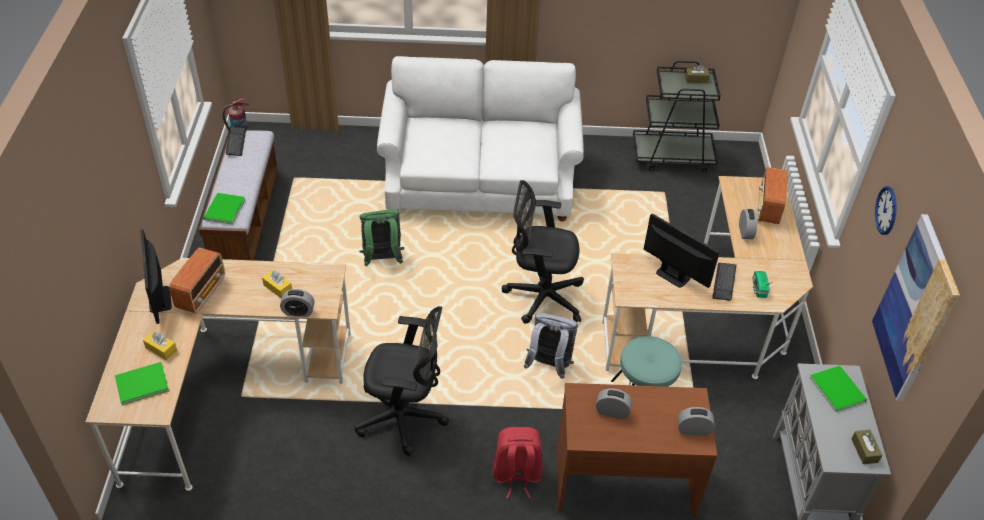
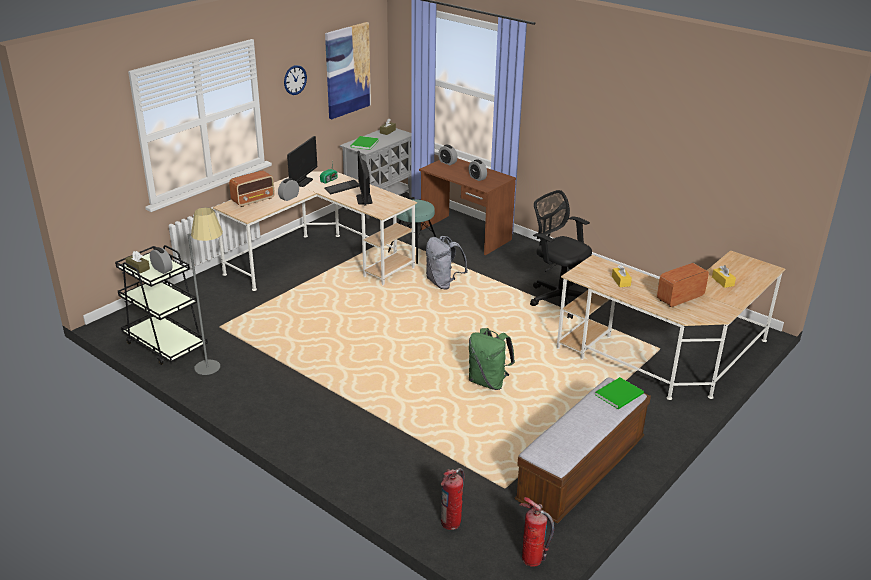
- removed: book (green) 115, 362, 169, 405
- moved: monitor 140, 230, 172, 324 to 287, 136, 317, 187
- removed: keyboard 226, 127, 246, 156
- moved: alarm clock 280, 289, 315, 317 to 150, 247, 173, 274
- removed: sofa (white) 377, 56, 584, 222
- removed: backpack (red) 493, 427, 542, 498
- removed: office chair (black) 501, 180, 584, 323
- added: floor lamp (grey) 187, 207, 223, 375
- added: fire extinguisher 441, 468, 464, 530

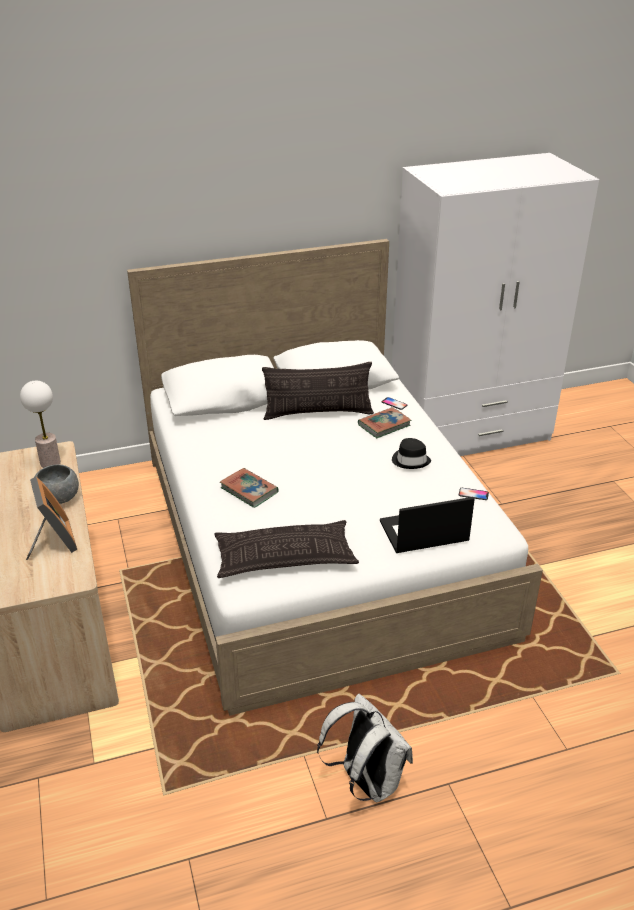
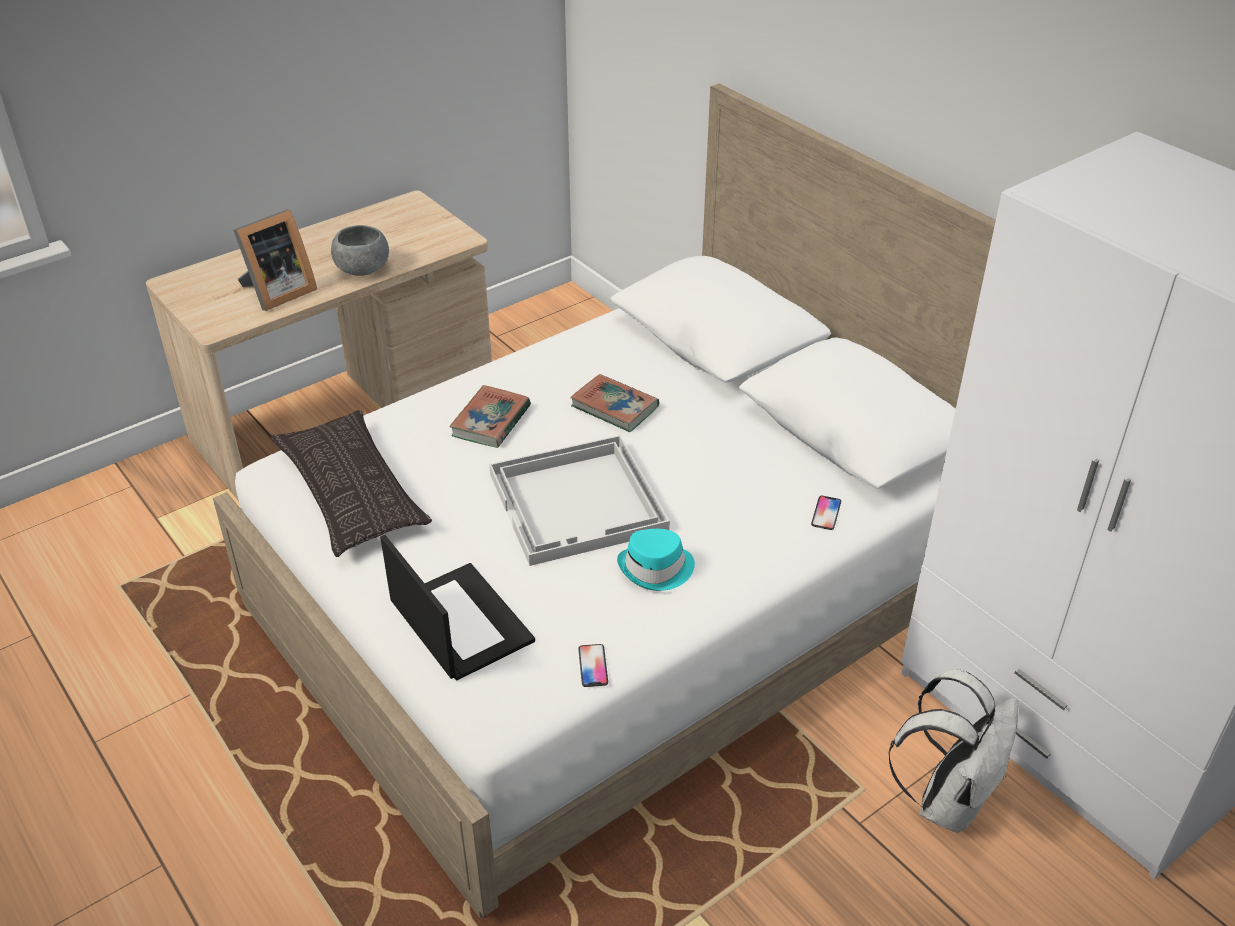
- removed: table lamp 20, 381, 61, 468
- removed: pillow 262, 362, 374, 420
- moved: backpack (white) 317, 694, 413, 803 to 888, 669, 1018, 833
- moved: book 358, 407, 411, 438 to 570, 374, 659, 432
- recoloured: hat (black) 392, 438, 431, 469 to hat (turquoise) 617, 529, 695, 591
- added: tray (white) 489, 435, 670, 566

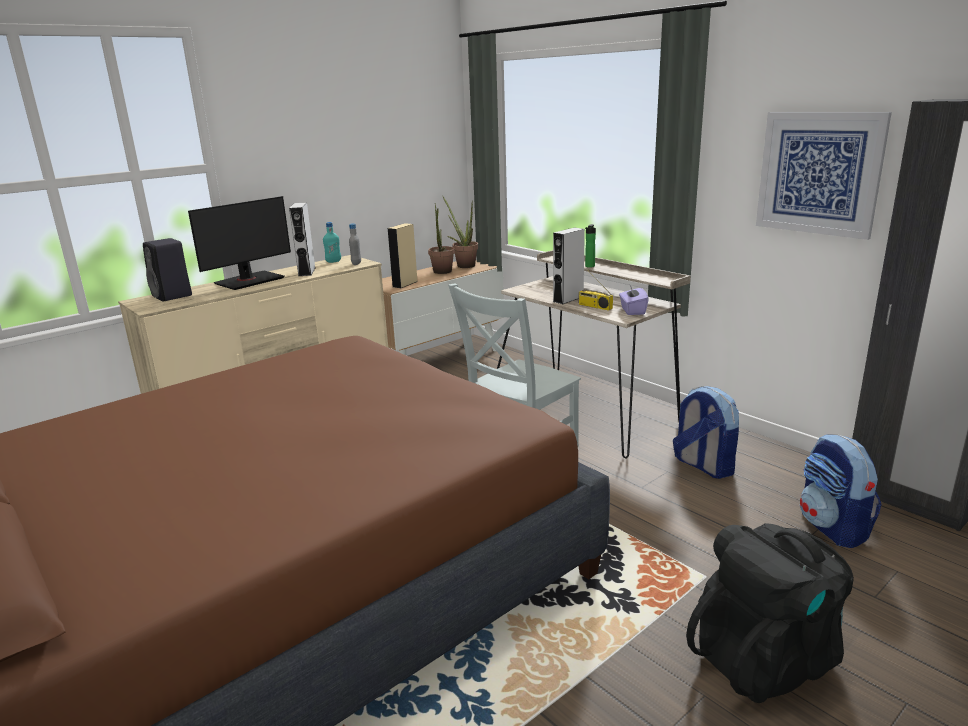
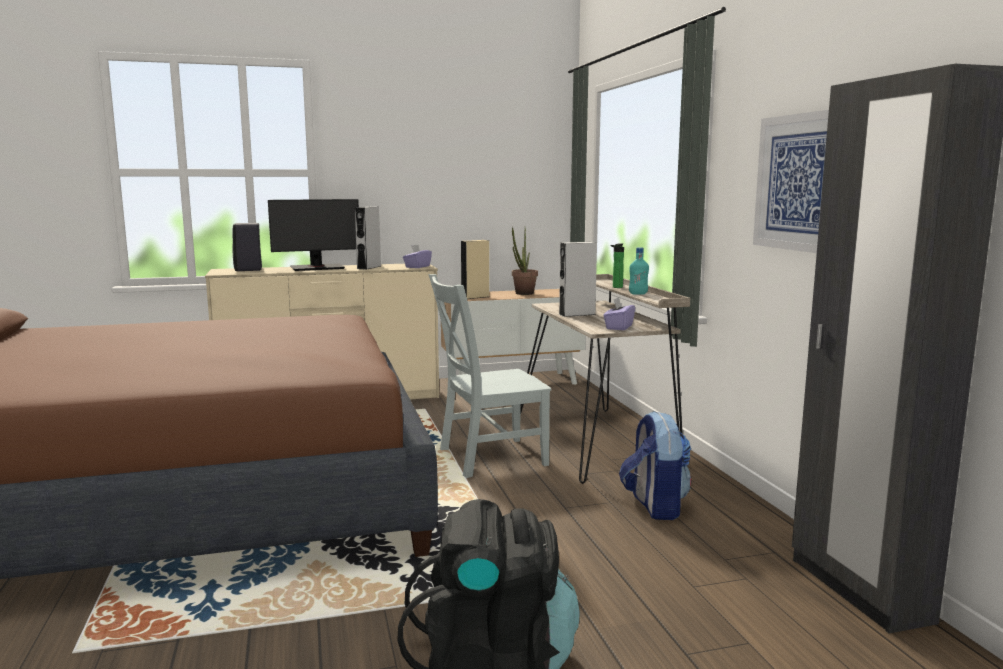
- moved: bottle (turquoise) 323, 222, 341, 263 to 629, 247, 649, 295
- replaced: bottle (grey) 349, 223, 361, 265 to tissue box (purple) 403, 245, 432, 268
- removed: potted plant 443, 197, 478, 268
- removed: radio 578, 270, 613, 311
- removed: backpack 800, 434, 881, 548

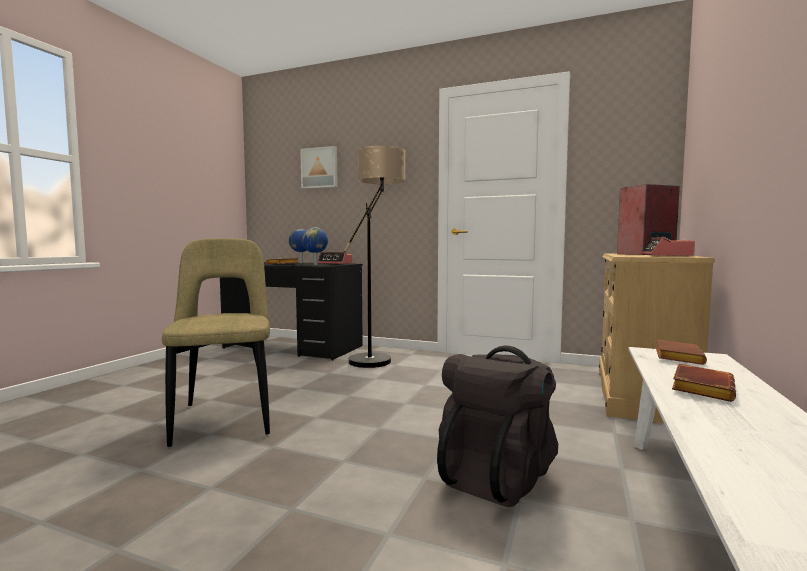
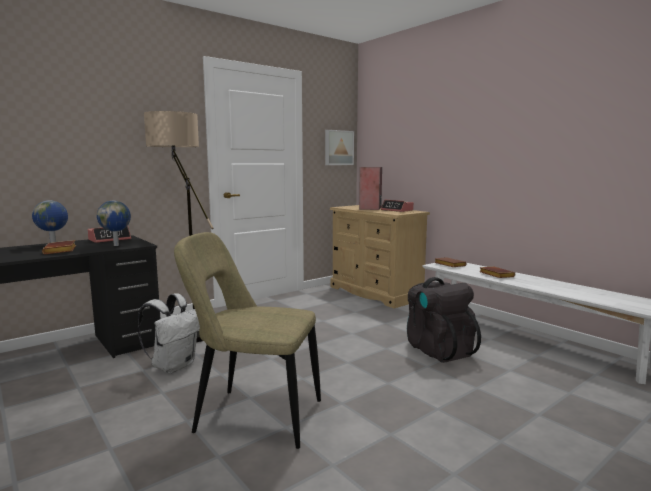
- moved: picture 300, 146, 338, 189 to 325, 130, 354, 165
- added: backpack (white) 138, 293, 200, 373

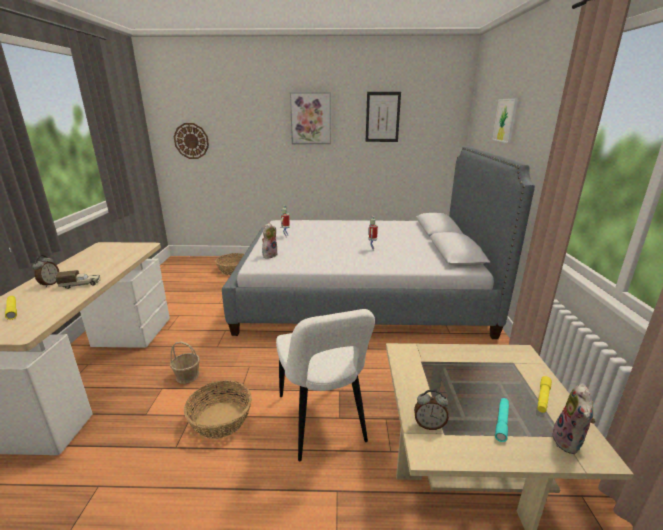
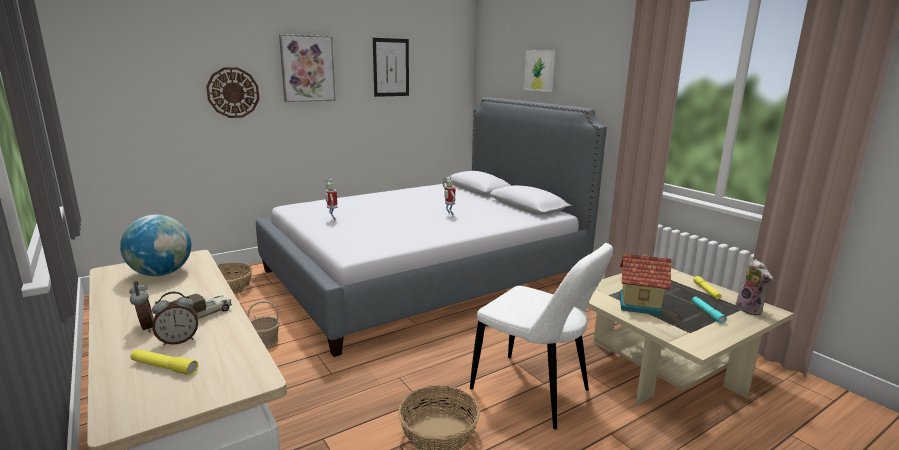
- moved: basket 170, 341, 200, 384 to 248, 301, 280, 348
- moved: wall clock 174, 123, 209, 159 to 206, 67, 259, 118
- removed: plush toy 262, 223, 277, 259
- moved: alarm clock 414, 389, 449, 430 to 152, 291, 198, 345
- added: globe 120, 214, 191, 276
- added: toy house 620, 254, 671, 316

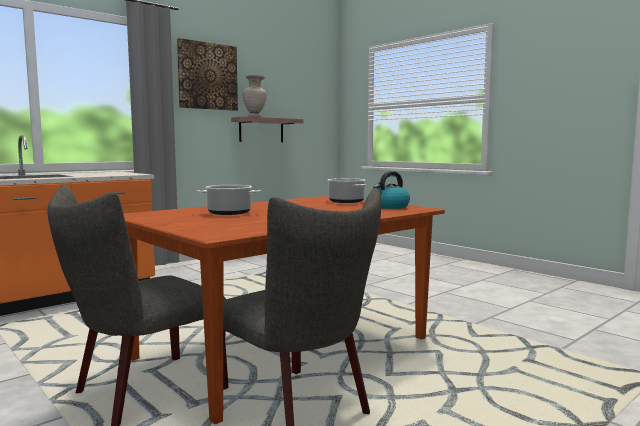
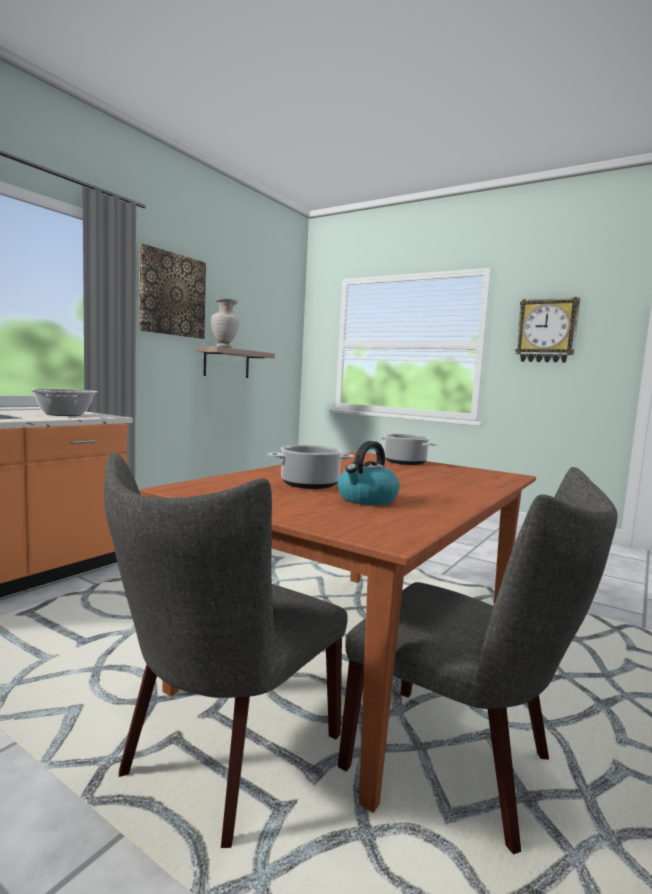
- moved: kettle 373, 171, 410, 209 to 338, 441, 400, 505
- added: cooking pot 29, 389, 97, 416
- added: wall clock 515, 297, 580, 363

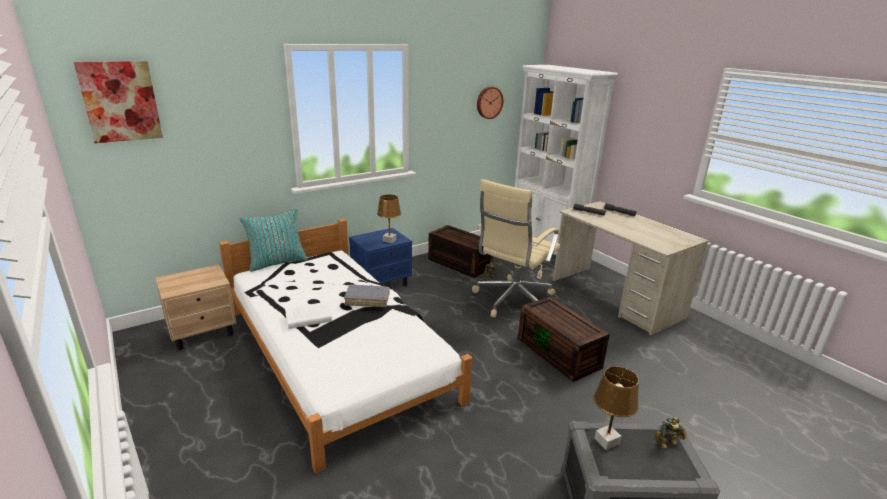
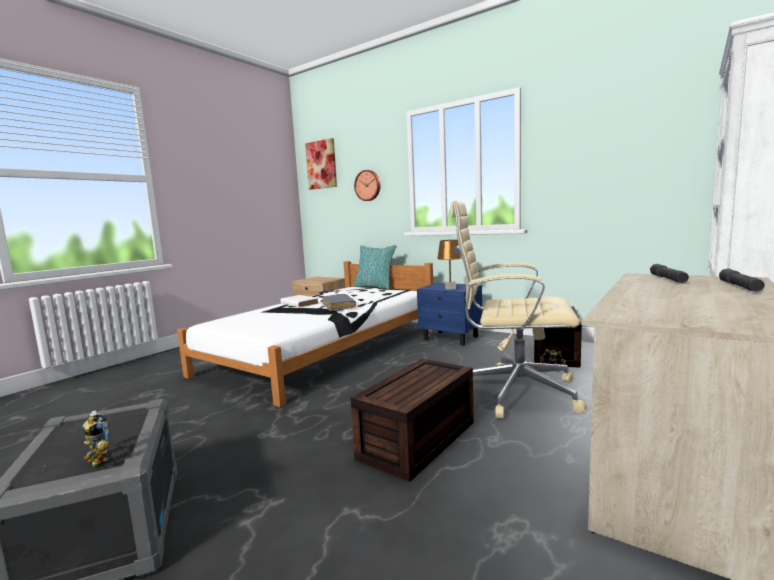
- moved: wall clock 477, 87, 503, 119 to 354, 170, 380, 201
- removed: table lamp (brown) 594, 366, 639, 450

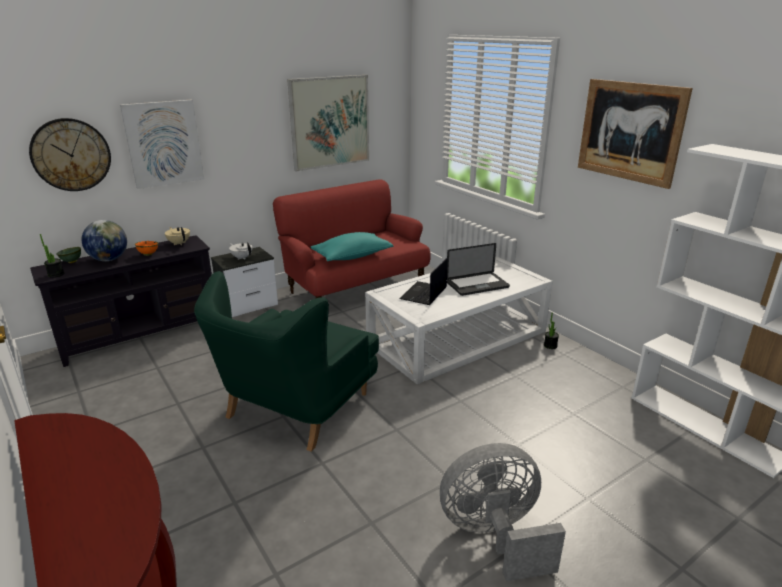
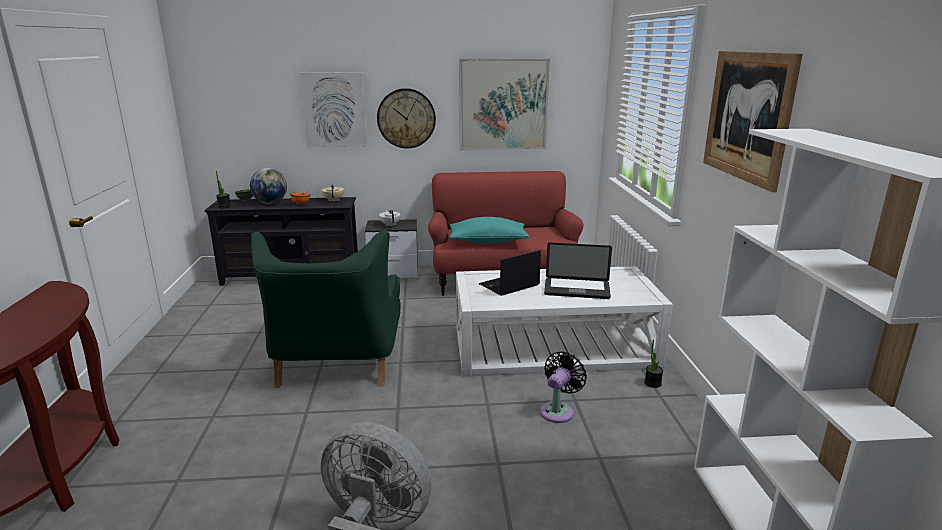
- moved: wall clock 29, 118, 111, 191 to 377, 88, 436, 149
- turned: armchair (green) 194, 271, 379, 452 = 251, 230, 401, 388 60 degrees counterclockwise
- added: fan (black) 540, 351, 587, 423

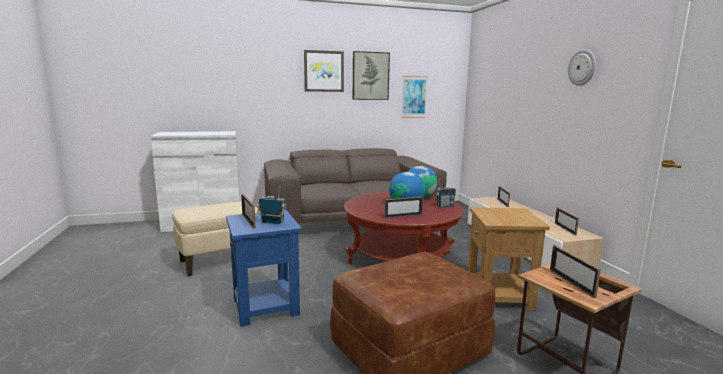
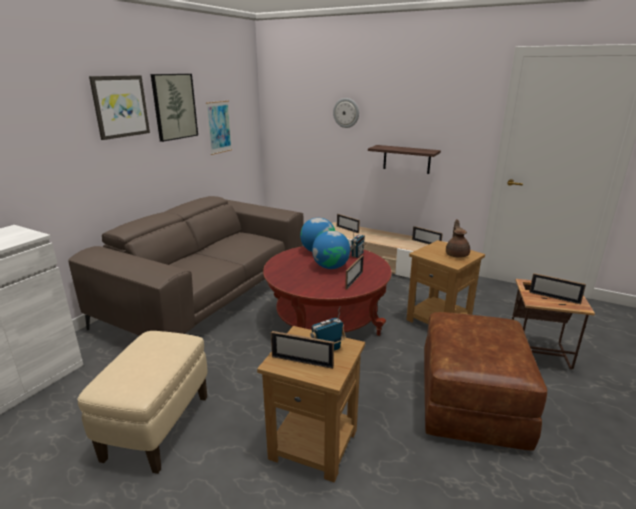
- recoloured: side table (blue) 226, 210, 302, 327 to side table (brown) 257, 326, 365, 482
- moved: wall clock 568, 49, 596, 86 to 333, 98, 359, 128
- added: shelf 368, 145, 441, 174
- added: teapot (brown) 446, 219, 470, 258

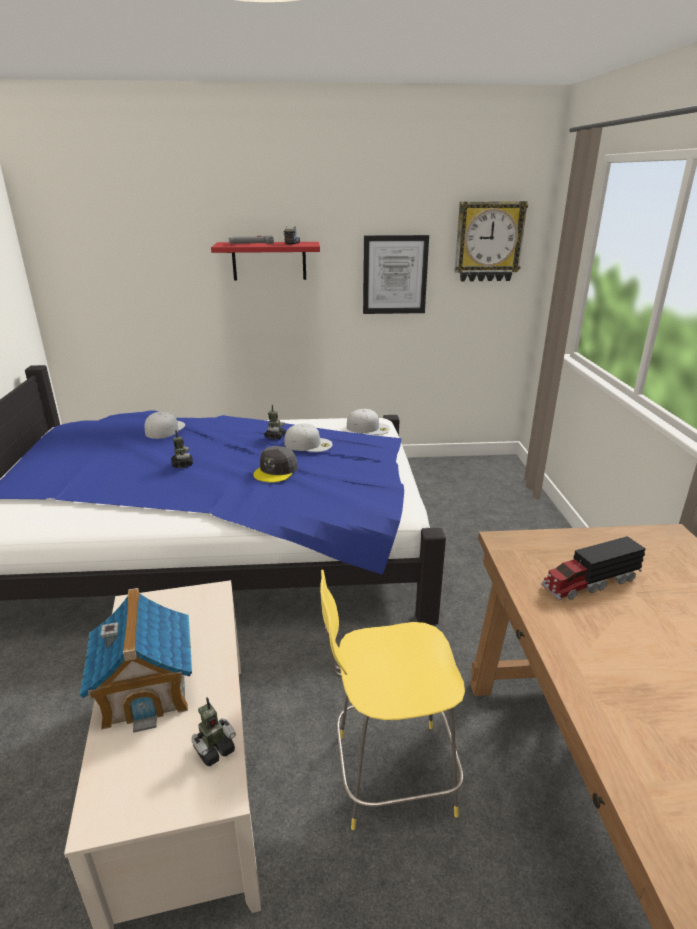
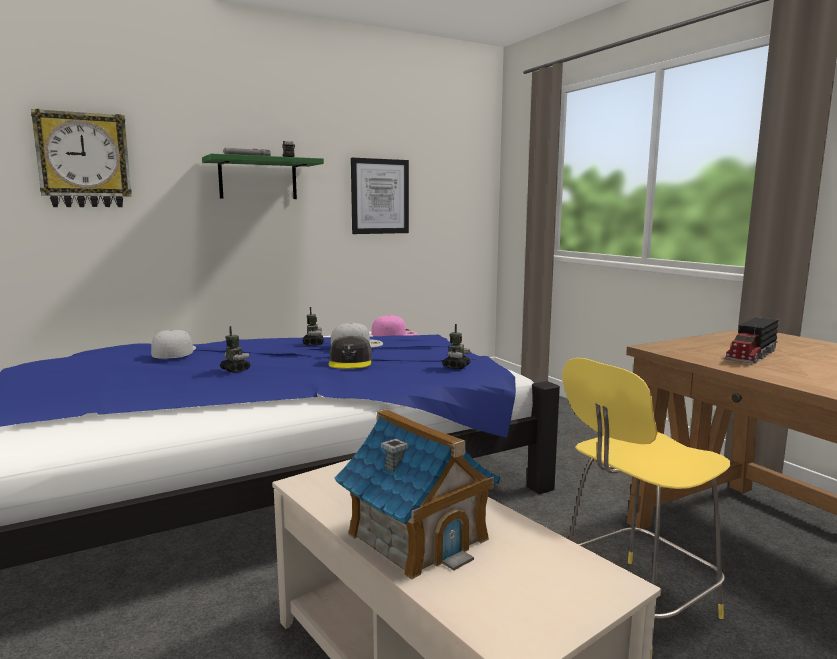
- moved: toy robot 192, 697, 236, 766 to 442, 324, 471, 369
- recoloured: shelf (red) 211, 242, 320, 281 to shelf (green) 202, 154, 324, 199
- recoloured: cap (white) 347, 409, 390, 435 to cap (pink) 371, 315, 417, 336
- moved: wall clock 454, 201, 528, 282 to 31, 109, 132, 207

